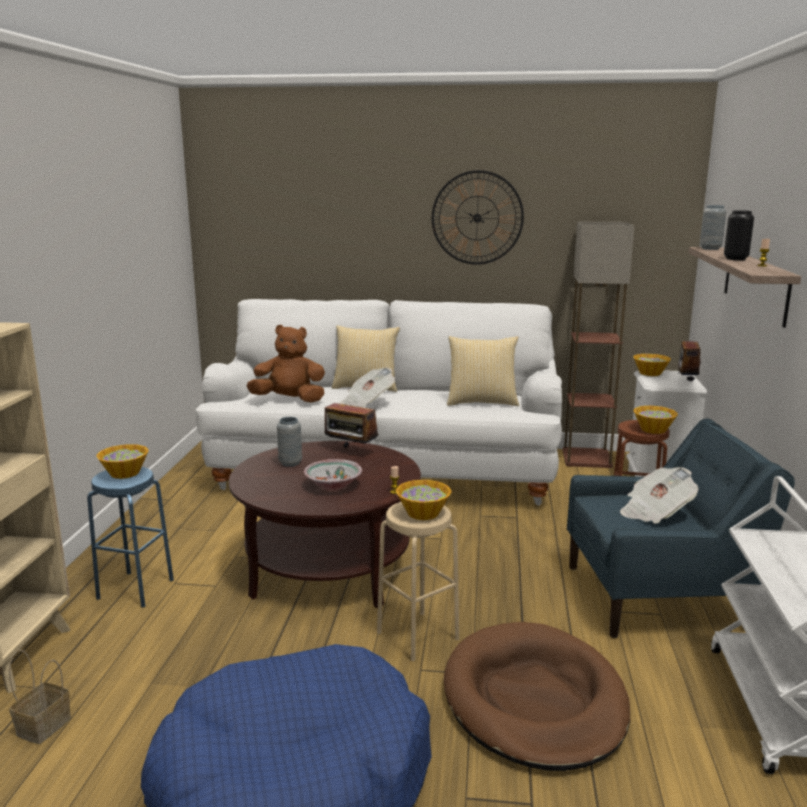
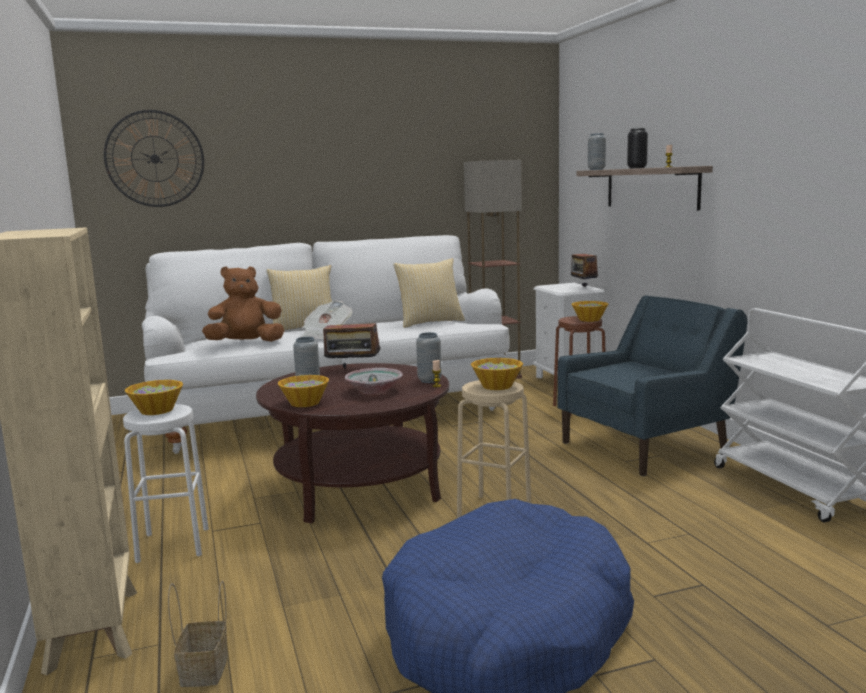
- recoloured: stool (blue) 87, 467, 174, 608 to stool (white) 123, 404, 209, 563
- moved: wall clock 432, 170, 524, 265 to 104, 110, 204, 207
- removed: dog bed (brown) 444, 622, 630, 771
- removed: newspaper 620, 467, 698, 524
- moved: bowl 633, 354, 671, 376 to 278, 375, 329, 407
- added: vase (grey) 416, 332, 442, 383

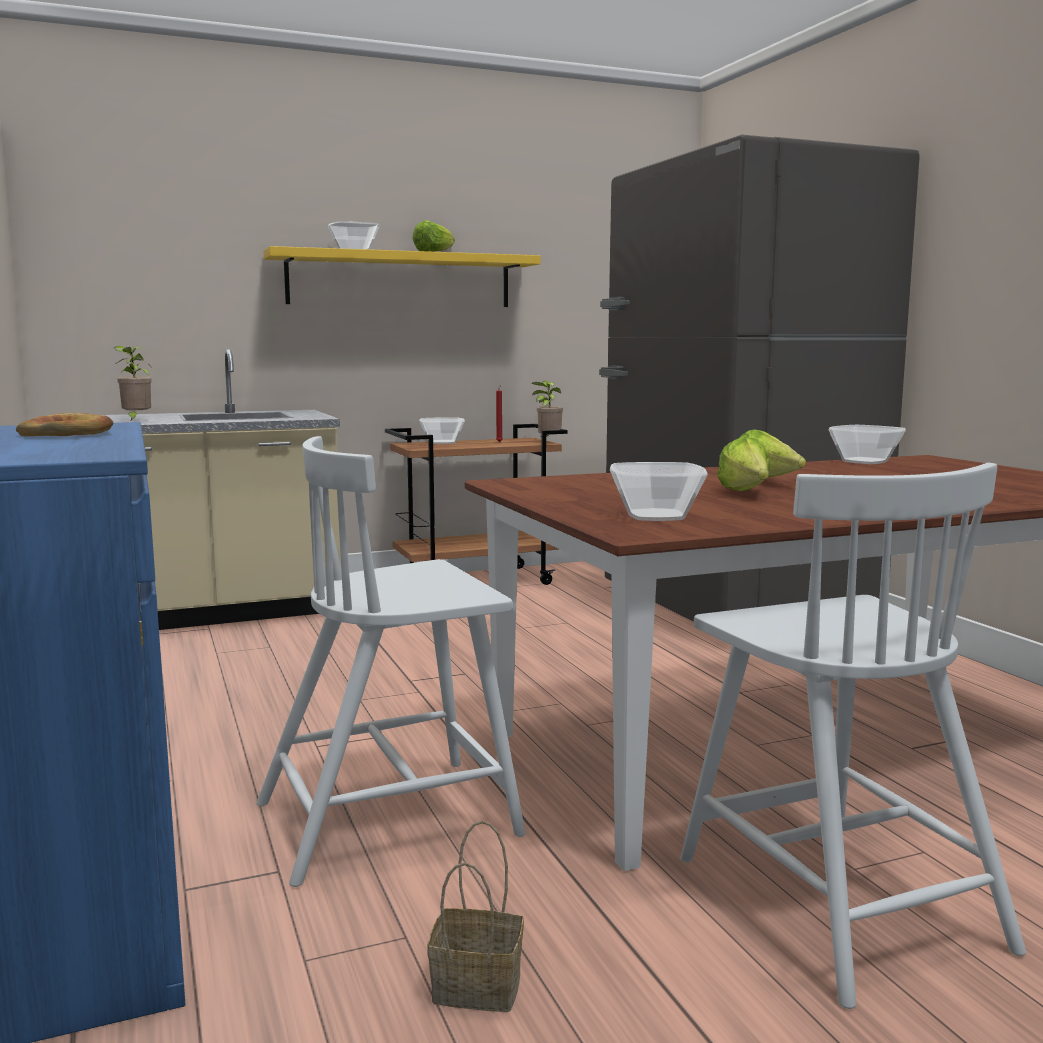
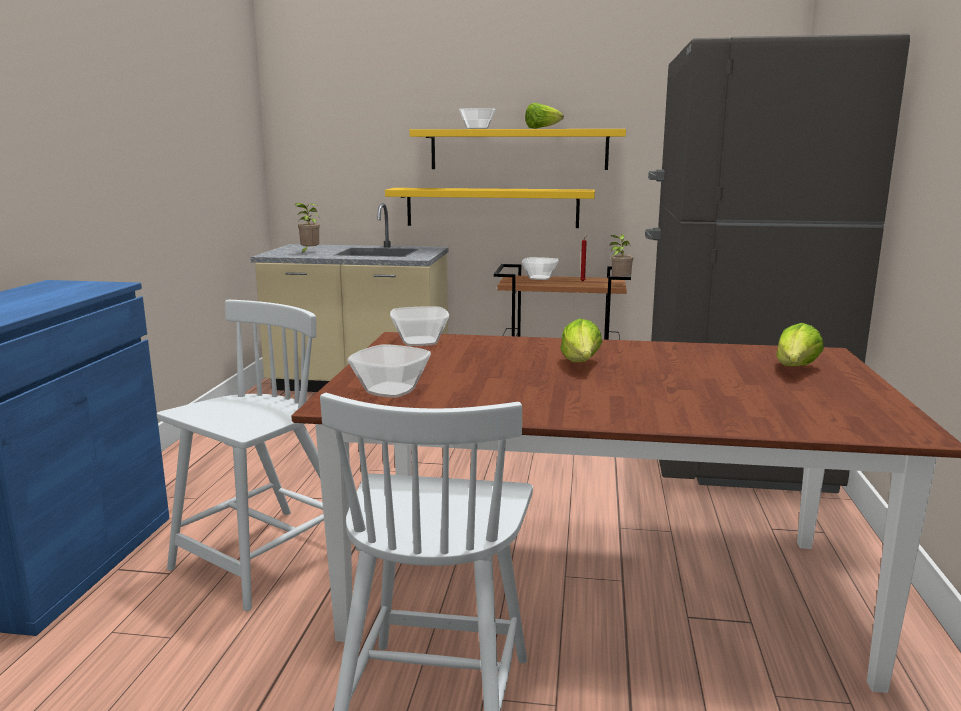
- removed: bread 16, 413, 113, 436
- turned: chair (white) 256, 436, 526, 887 = 157, 300, 324, 611 120 degrees clockwise
- removed: basket 427, 821, 524, 1012
- moved: lettuce 717, 437, 770, 491 to 776, 323, 824, 366
- moved: bowl 829, 425, 906, 464 to 390, 306, 449, 346
- added: shelf (yellow) 385, 188, 595, 228

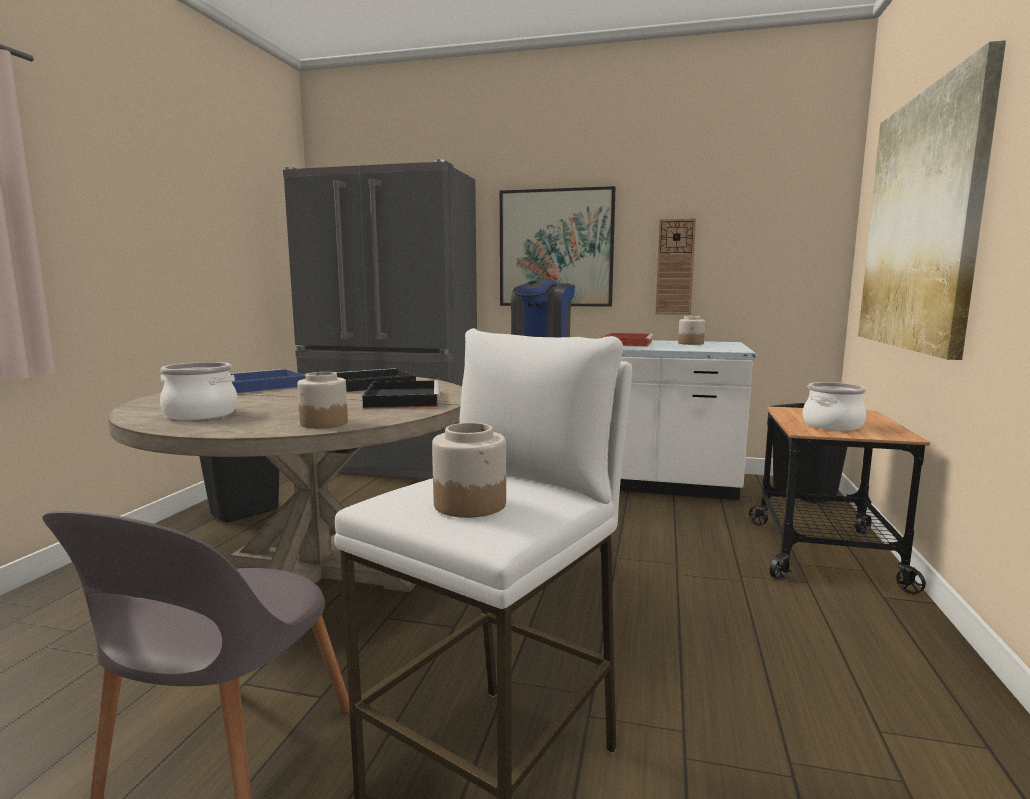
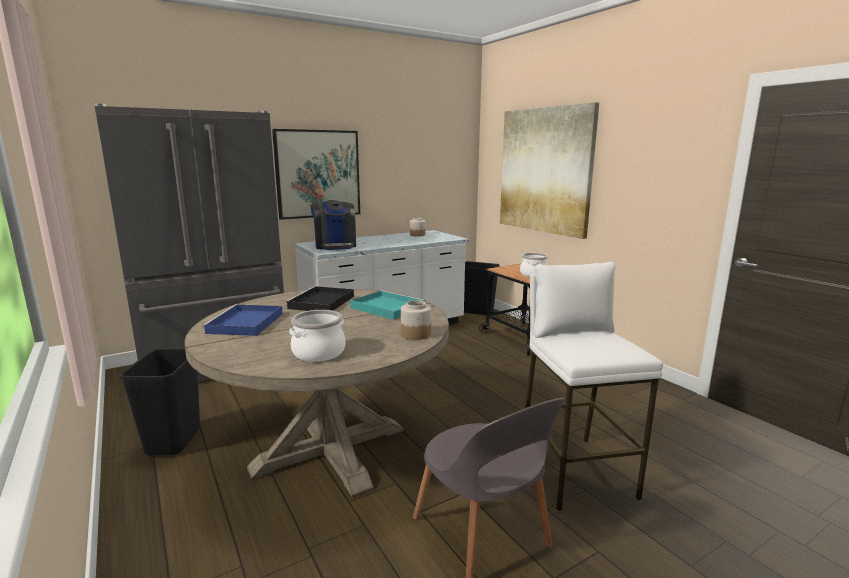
- recoloured: tray (black) 362, 380, 440, 409 to tray (turquoise) 350, 290, 426, 320
- removed: jar 432, 423, 506, 518
- removed: tray (red) 601, 333, 654, 346
- removed: wall clock 655, 218, 696, 315

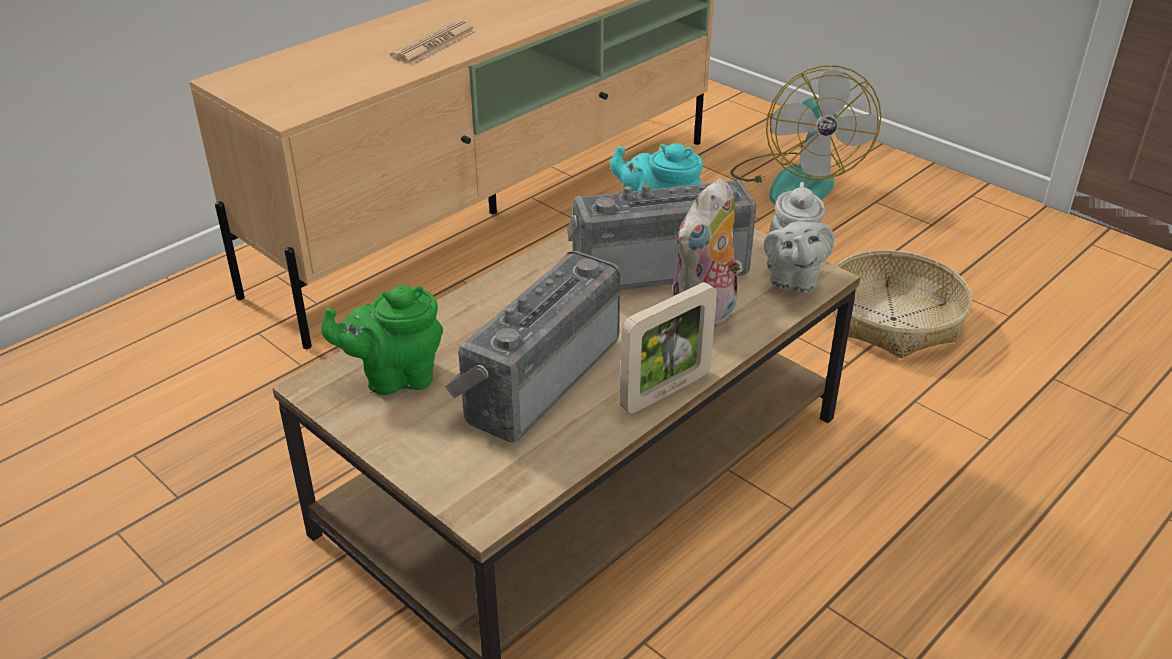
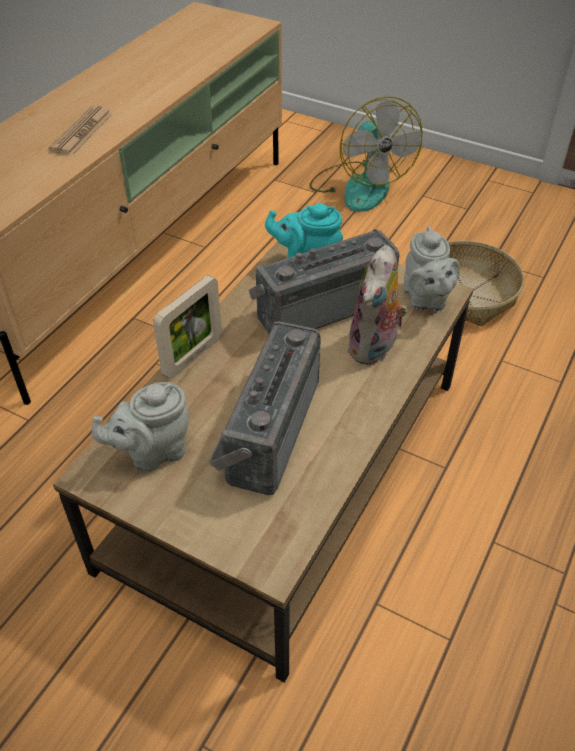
- recoloured: teapot (green) 321, 285, 443, 395 to teapot (grey) 92, 382, 189, 472
- moved: picture frame 620, 282, 717, 413 to 153, 275, 222, 379

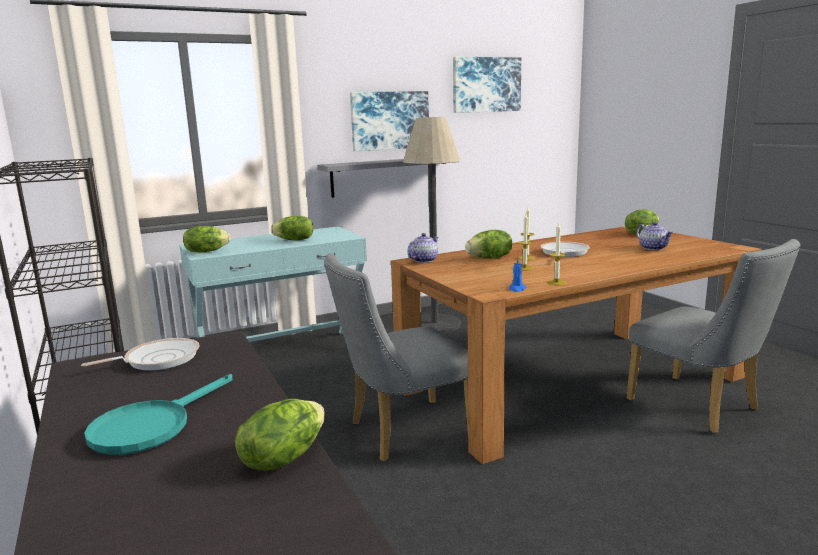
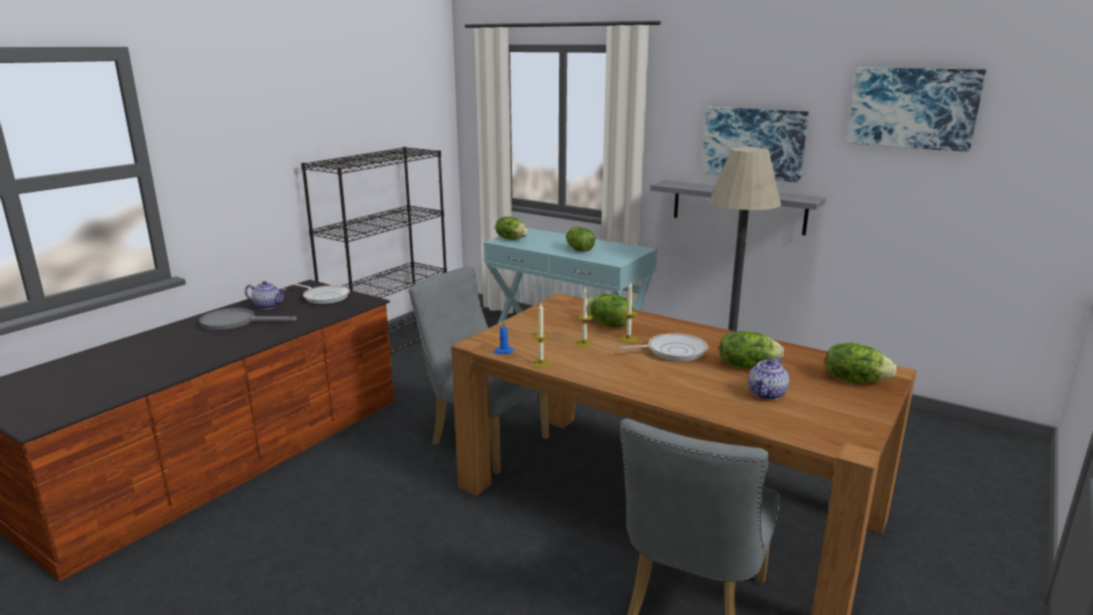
- recoloured: frying pan (turquoise) 84, 374, 233, 455 to frying pan (grey) 199, 308, 297, 331
- moved: lettuce 235, 399, 325, 471 to 719, 331, 784, 368
- moved: teapot 407, 233, 439, 263 to 245, 281, 286, 309

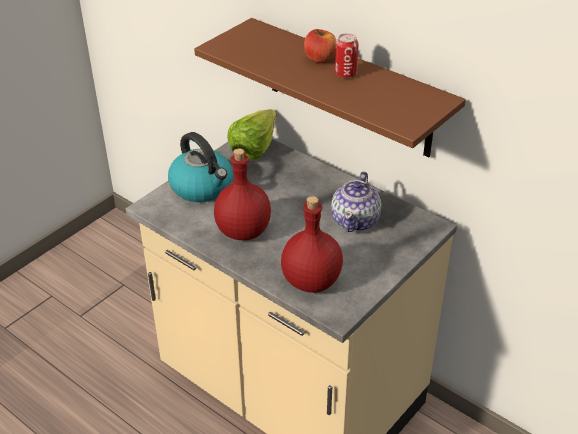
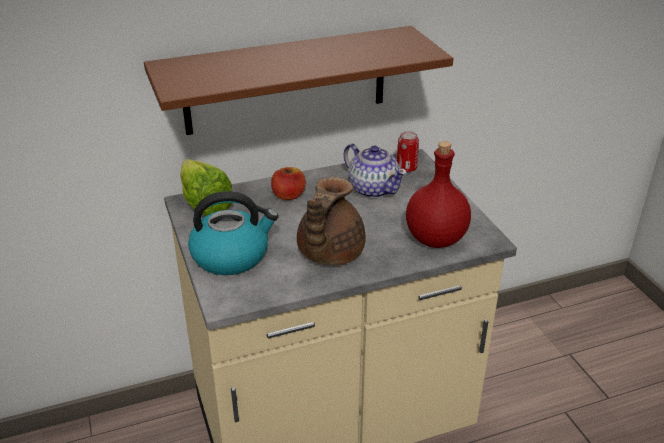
- replaced: bottle (red) 214, 149, 271, 240 to teapot (brown) 297, 177, 366, 265
- moved: apple 304, 29, 336, 63 to 271, 167, 306, 200
- moved: can 335, 33, 359, 79 to 397, 131, 419, 172

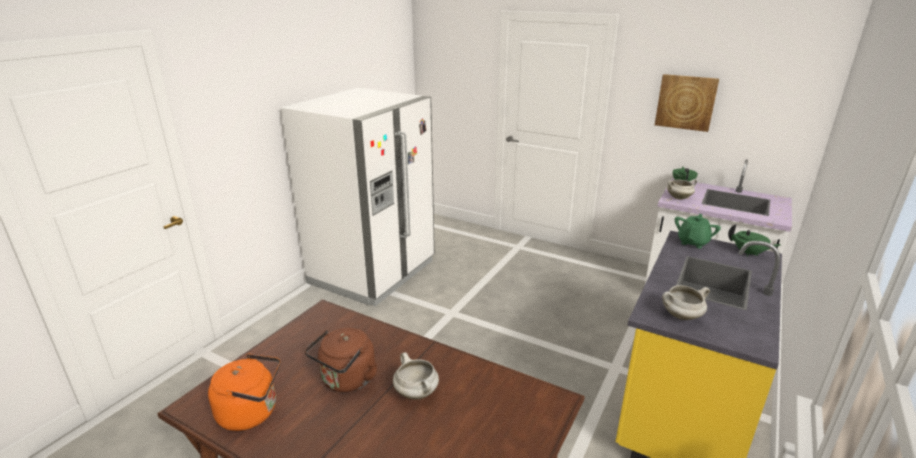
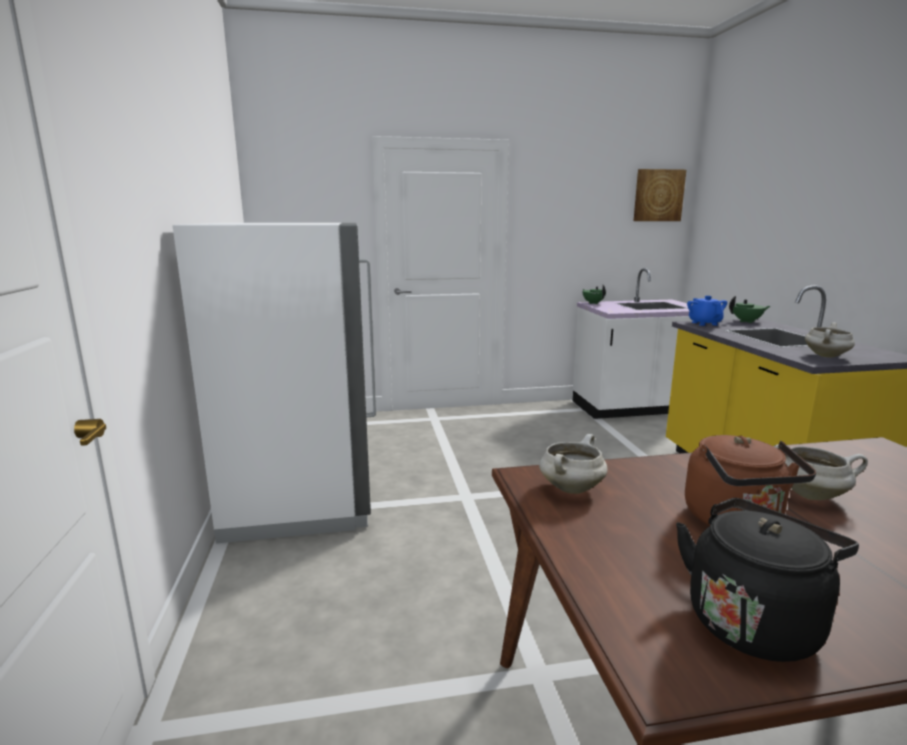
- recoloured: kettle (orange) 208, 354, 281, 431 to kettle (black) 676, 498, 859, 662
- moved: picture 655, 74, 719, 132 to 634, 169, 686, 221
- moved: cooking pot (white) 667, 179, 697, 200 to 539, 434, 608, 494
- recoloured: teapot (green) 675, 214, 721, 249 to teapot (blue) 687, 296, 727, 326

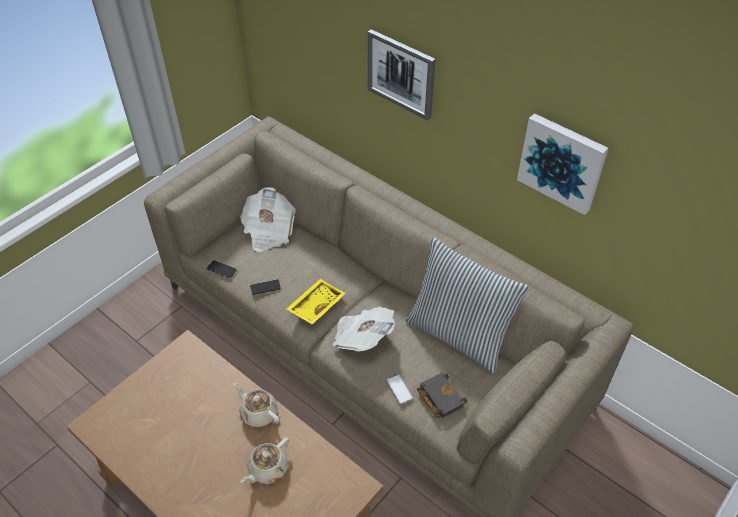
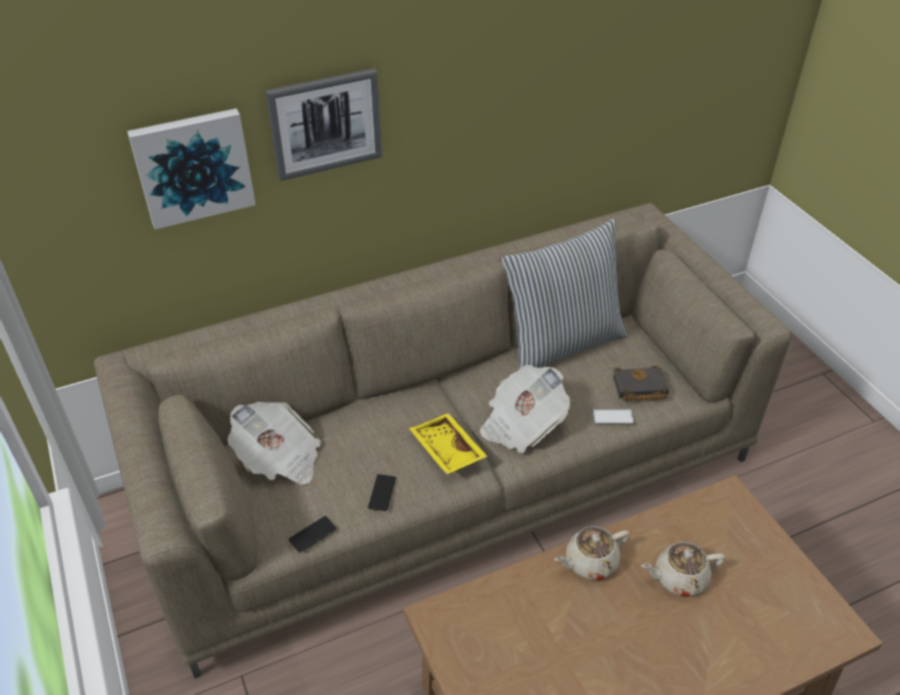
- turned: teapot (beige) 241, 438, 289, 484 = 642, 542, 725, 596 105 degrees clockwise
- moved: picture 517, 113, 608, 215 to 127, 108, 256, 229

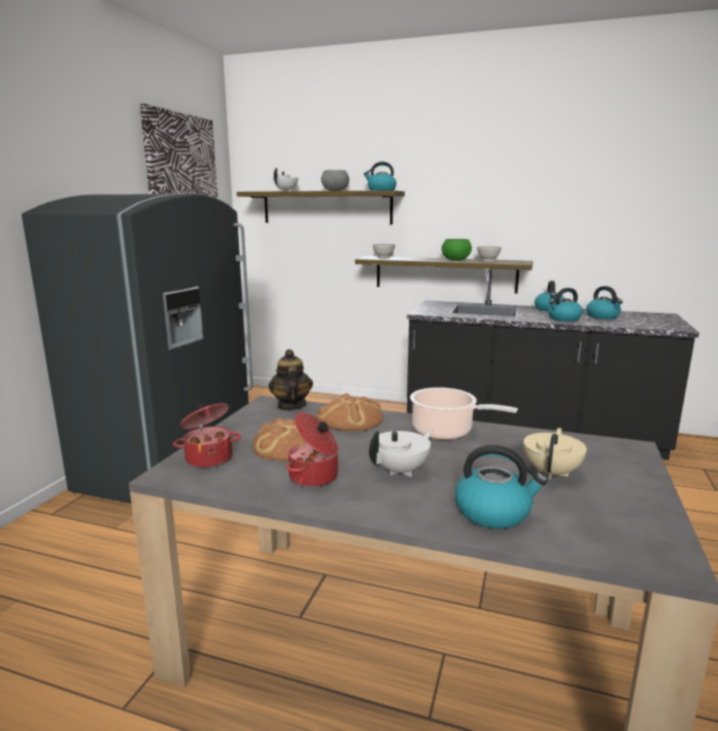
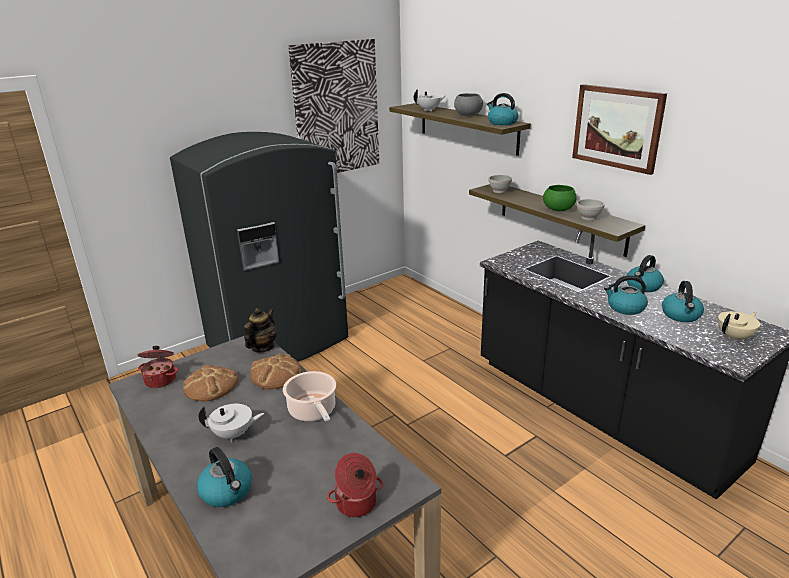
- moved: cooking pot 286, 412, 338, 487 to 327, 453, 383, 517
- moved: teapot (beige) 524, 428, 587, 479 to 718, 311, 760, 342
- added: picture 572, 84, 667, 175

